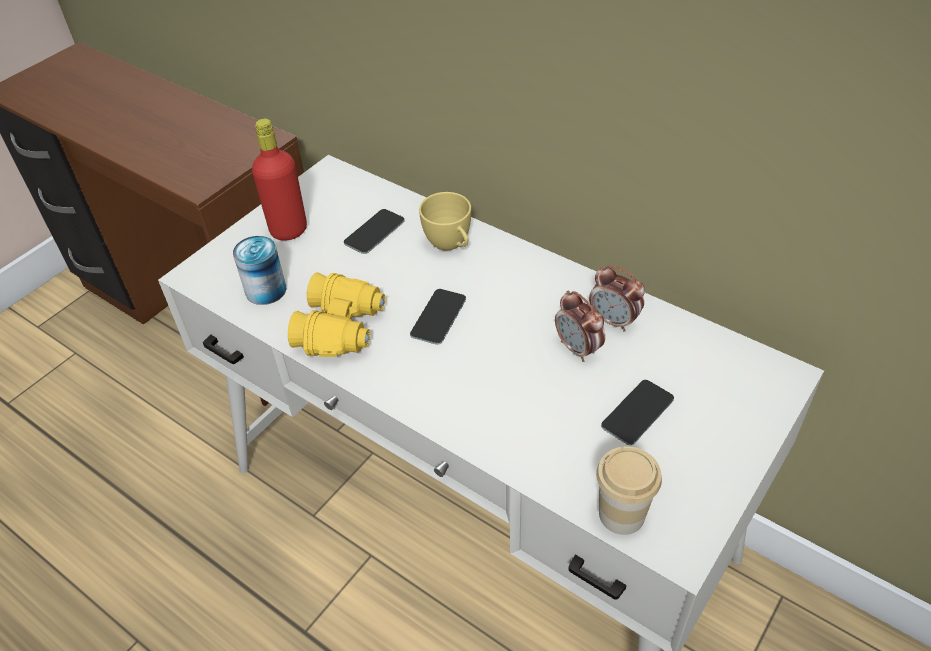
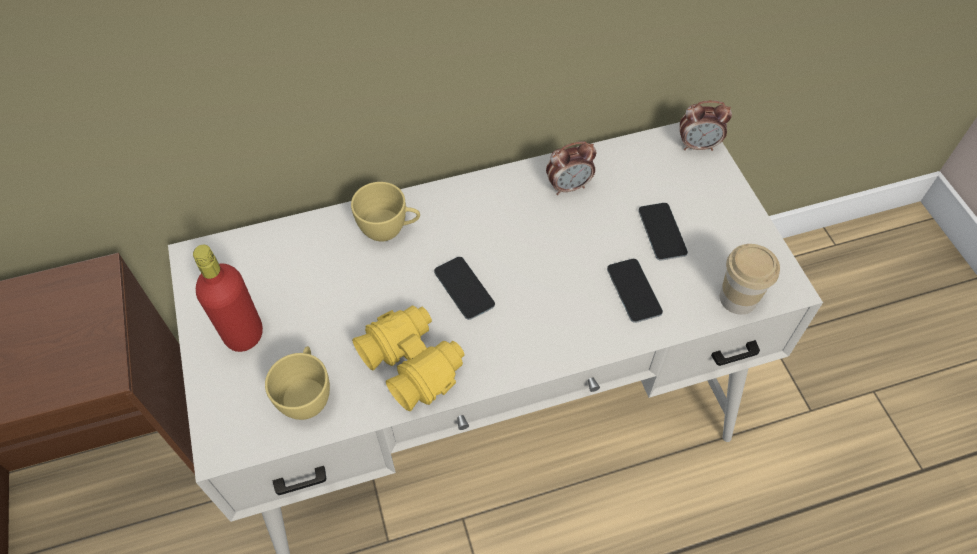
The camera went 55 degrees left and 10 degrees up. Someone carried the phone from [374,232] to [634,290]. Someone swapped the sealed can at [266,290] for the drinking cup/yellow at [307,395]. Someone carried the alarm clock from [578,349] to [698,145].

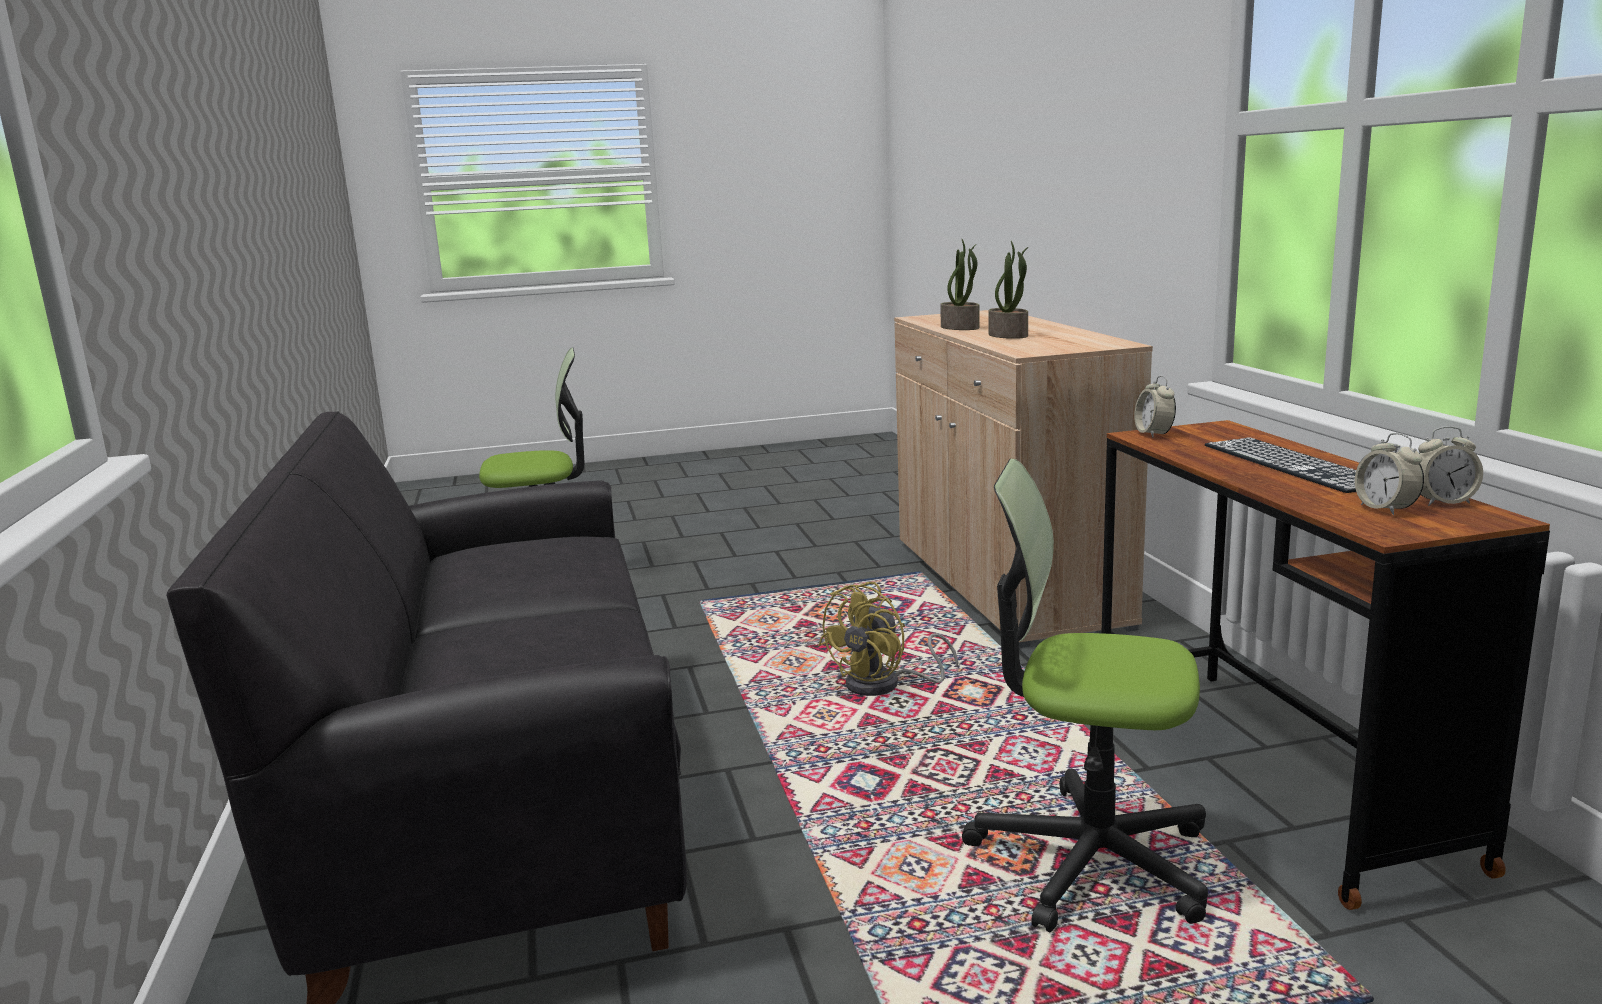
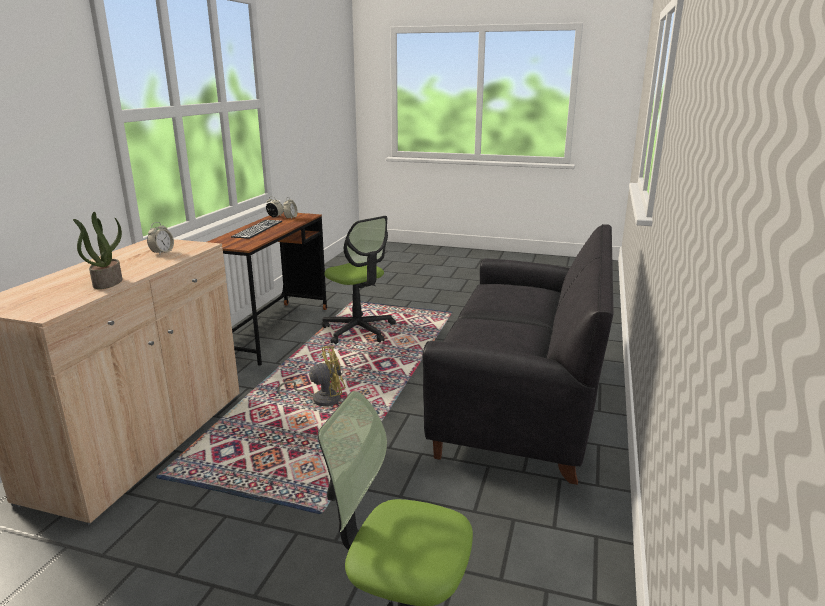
The camera went 150 degrees left and 5 degrees up. Someone took away the potted plant at [1009,335]. Someone carried the alarm clock from [1153,434] to [162,252].

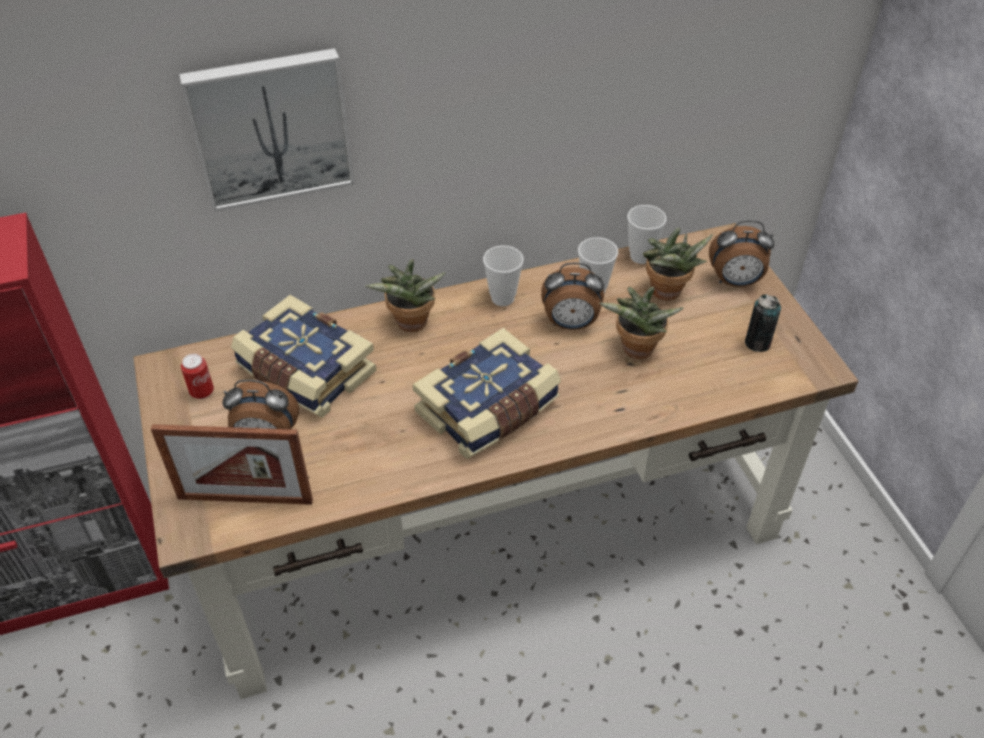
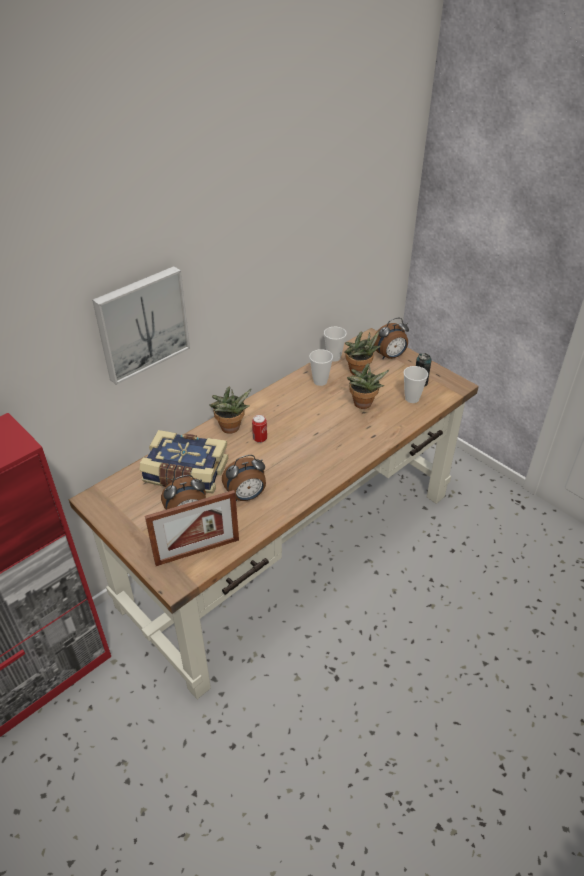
The camera went 25 degrees left and 5 degrees down. Someone carried the drinking cup from [502,298] to [412,398]. Someone carried the alarm clock from [570,324] to [246,496]. Someone took away the bound book at [489,410]. Someone carried the sealed can from [202,392] to [260,439].

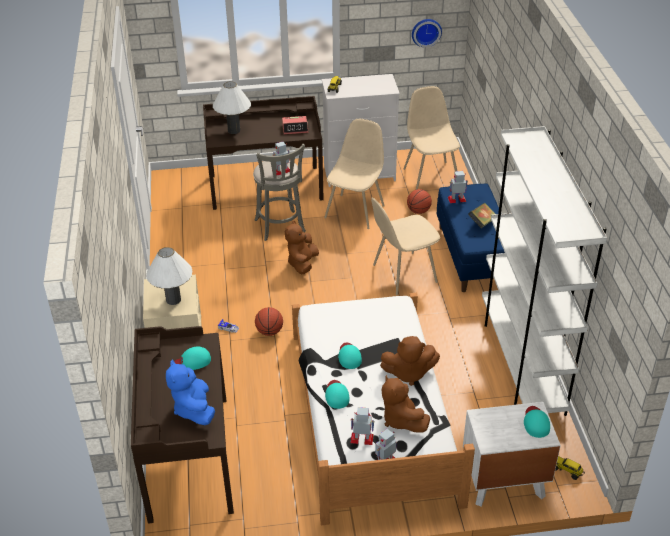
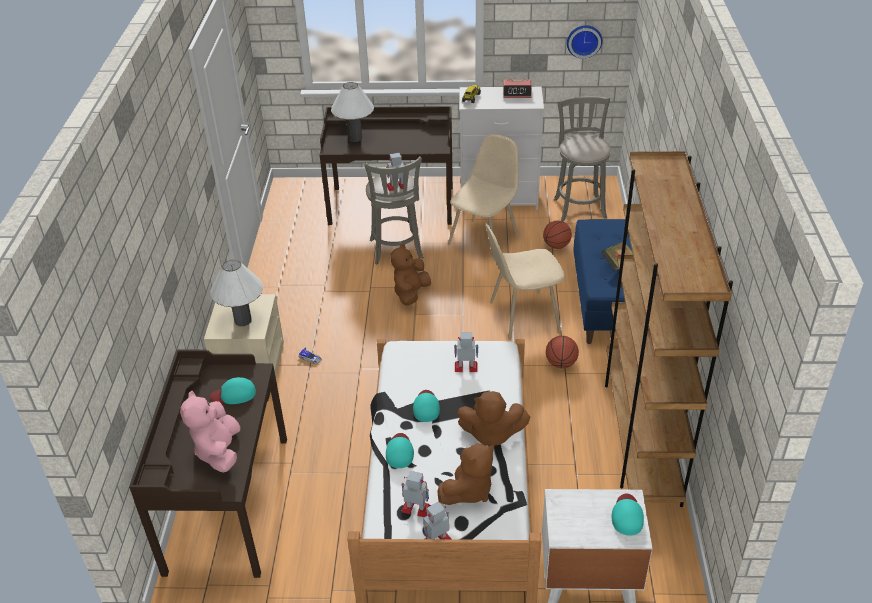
The camera went 10 degrees right and 0 degrees up. Someone swapped the upright chair/beige at [430,175] for the stool/grey at [579,206]. Someone carried the alarm clock from [295,128] to [517,93]. Someone repainted the shelving unit/white-coloured at [521,362], which became the shelving unit/brown at [640,434]. Someone carried the model robot from [457,199] to [466,367]. Someone carried the ball for basketball from [269,331] to [561,363]. Someone repainted the cuddly toy/blue-coloured at [194,409], which became the cuddly toy/pink-coloured at [219,451]. Someone rotated the cuddly toy/brown at [401,419] by 120 degrees counterclockwise. Someone took away the toy truck at [567,470].

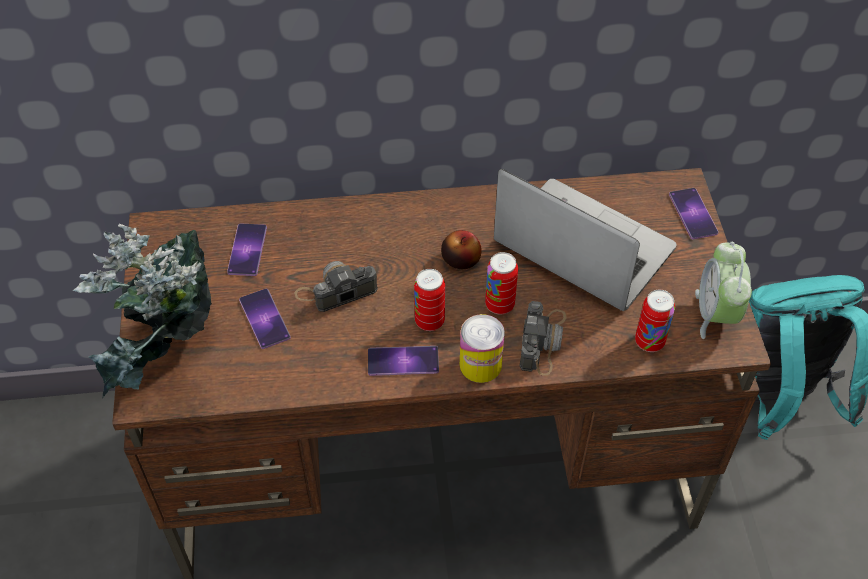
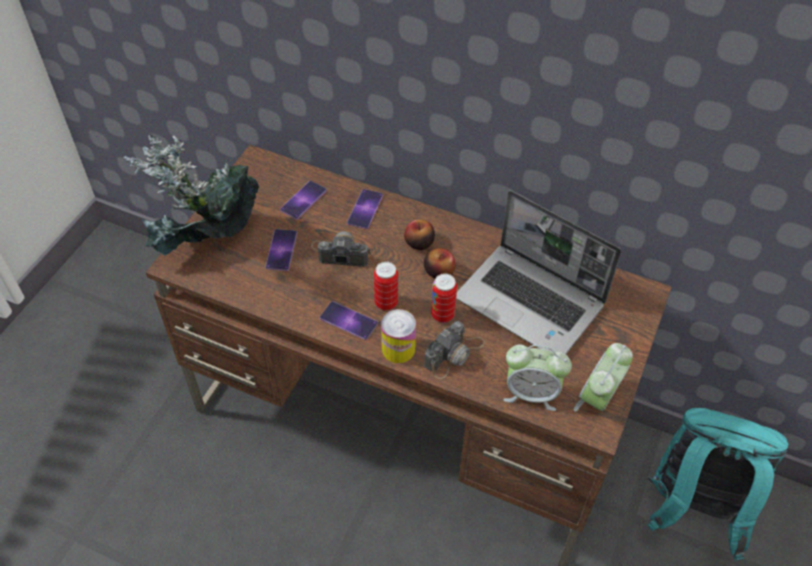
The camera went 30 degrees right and 0 degrees up. Someone rotated the portable computer at [580,247] by 150 degrees clockwise. Someone carried the phone from [693,213] to [365,209]. Someone swapped the sealed can at [649,342] for the alarm clock at [531,393]. Someone put down the whole apple at [419,242].

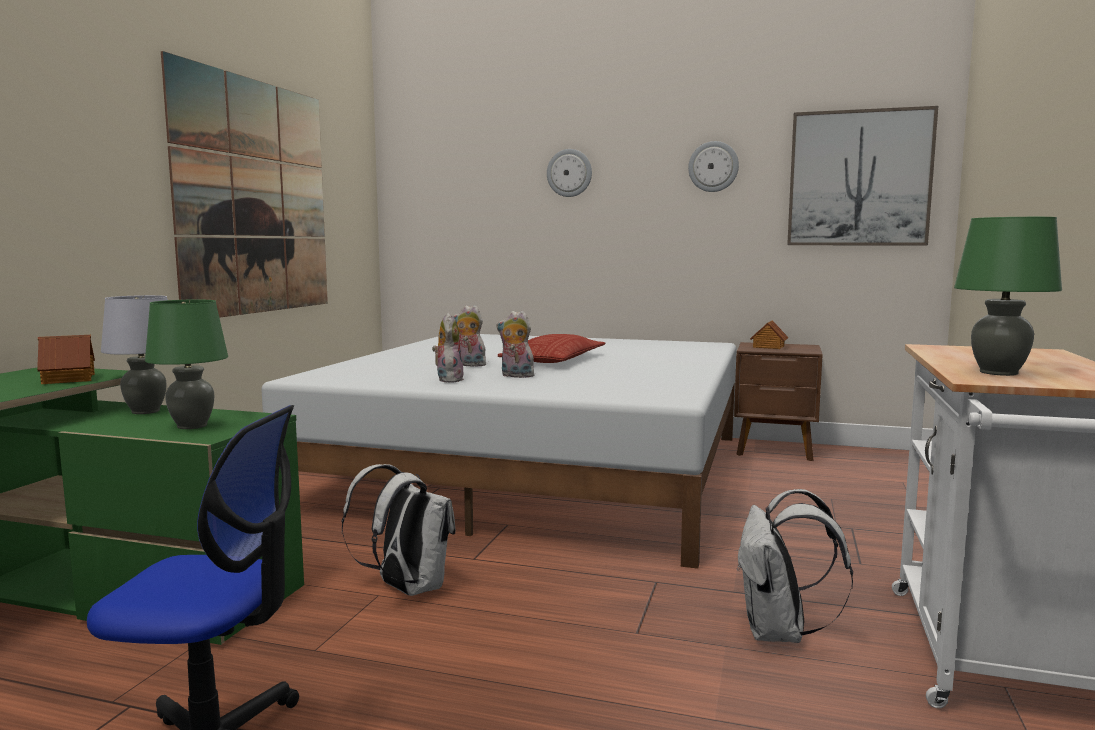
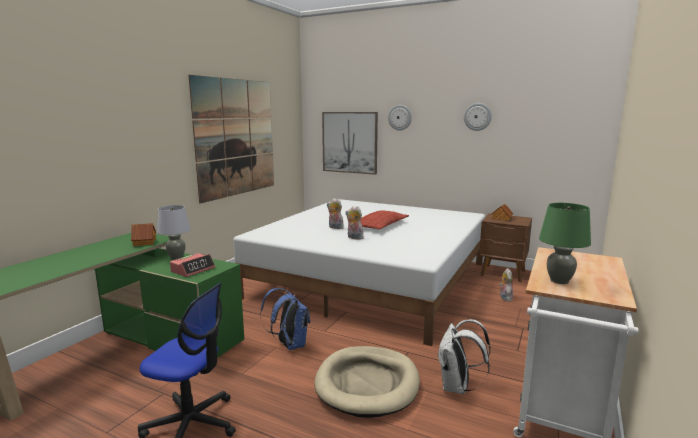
The camera went 10 degrees right and 5 degrees up. Someone carried the wall art from [859,178] to [349,142]. Someone swapped the lamp for a table/green at [191,426] for the alarm clock at [193,270]. Someone carried the cuddly toy from [448,379] to [504,298]. Someone repainted the knapsack/white-coloured at [406,588], which became the knapsack/blue-coloured at [289,345]. Someone put down the dog cushion/beige at [367,384].

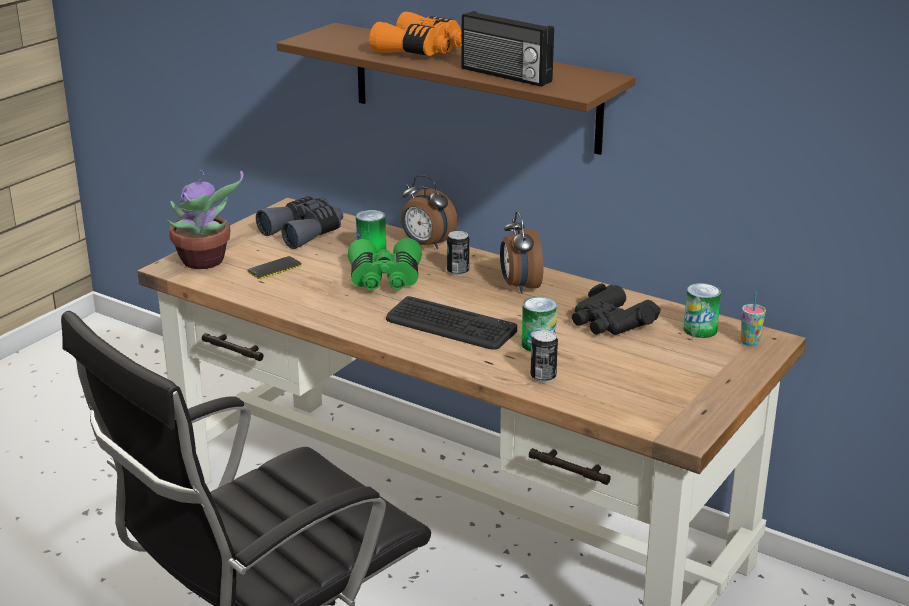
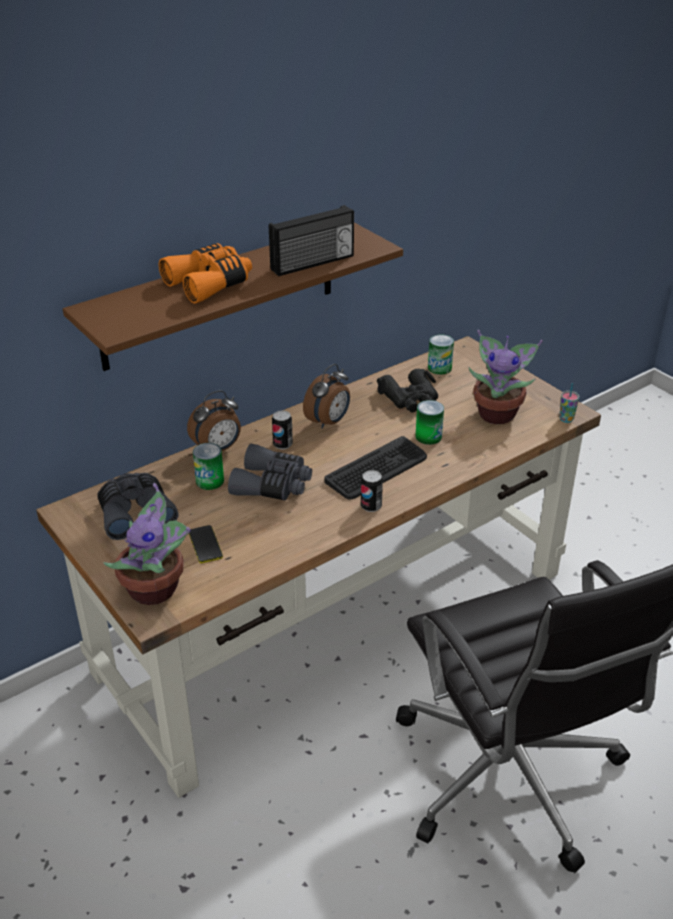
The camera went 70 degrees left and 10 degrees up. Someone rotated the alarm clock at [519,286] by 60 degrees counterclockwise. Someone repainted the binoculars/green at [384,279], which became the binoculars/grey at [272,485]. Someone carried the drinking cup from [749,342] to [566,419]. Someone carried the sealed can from [543,377] to [371,506]. Someone put down the potted plant at [498,413].

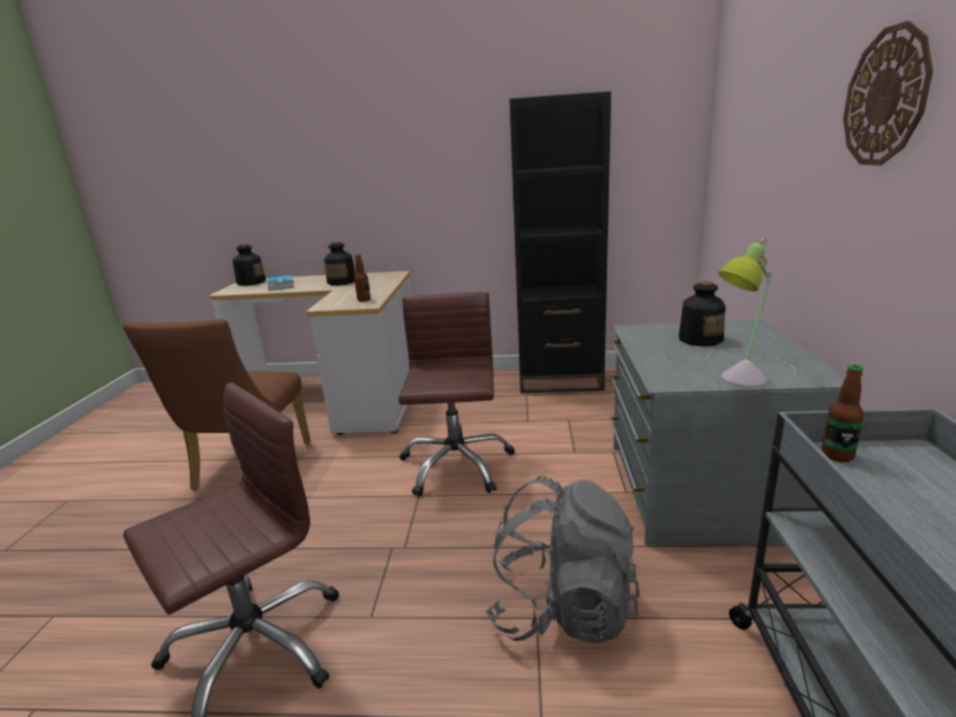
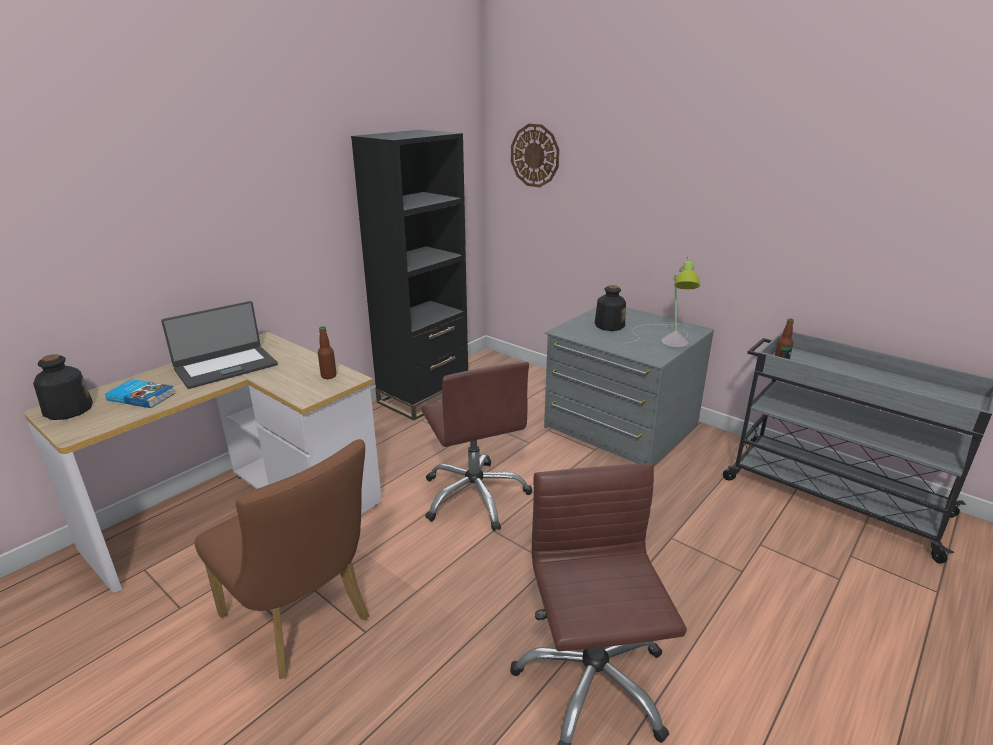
The camera went 55 degrees left and 5 degrees up. Someone carried the wall clock from [886,97] to [535,155]. Someone swapped the drink bottle at [342,282] for the portable computer at [226,367]. Someone rotated the computer chair/brown at [455,465] by 150 degrees counterclockwise. Someone took away the knapsack/grey at [562,609].

